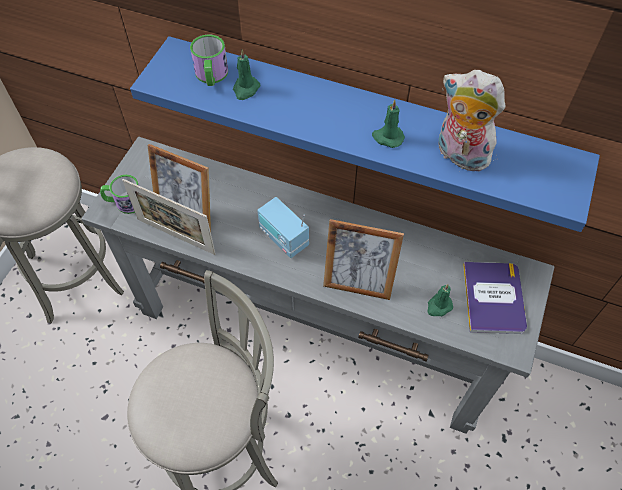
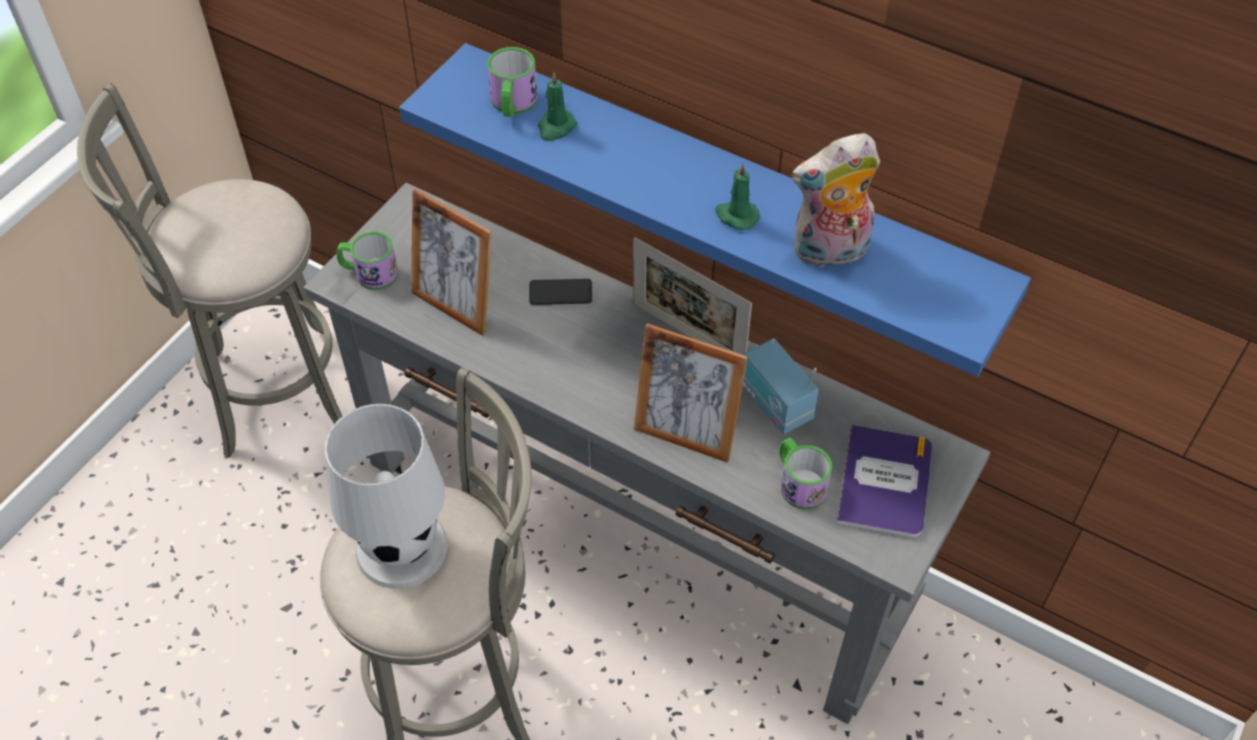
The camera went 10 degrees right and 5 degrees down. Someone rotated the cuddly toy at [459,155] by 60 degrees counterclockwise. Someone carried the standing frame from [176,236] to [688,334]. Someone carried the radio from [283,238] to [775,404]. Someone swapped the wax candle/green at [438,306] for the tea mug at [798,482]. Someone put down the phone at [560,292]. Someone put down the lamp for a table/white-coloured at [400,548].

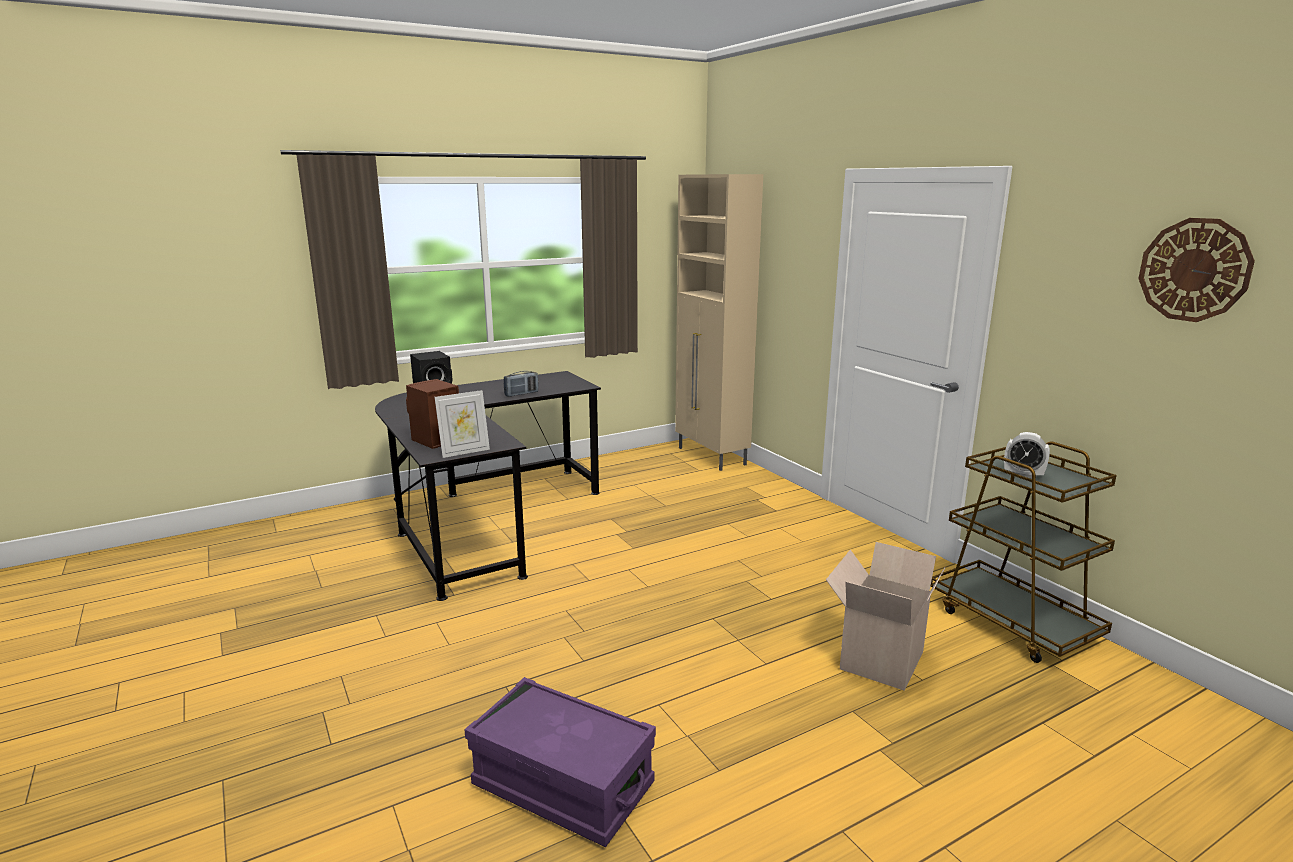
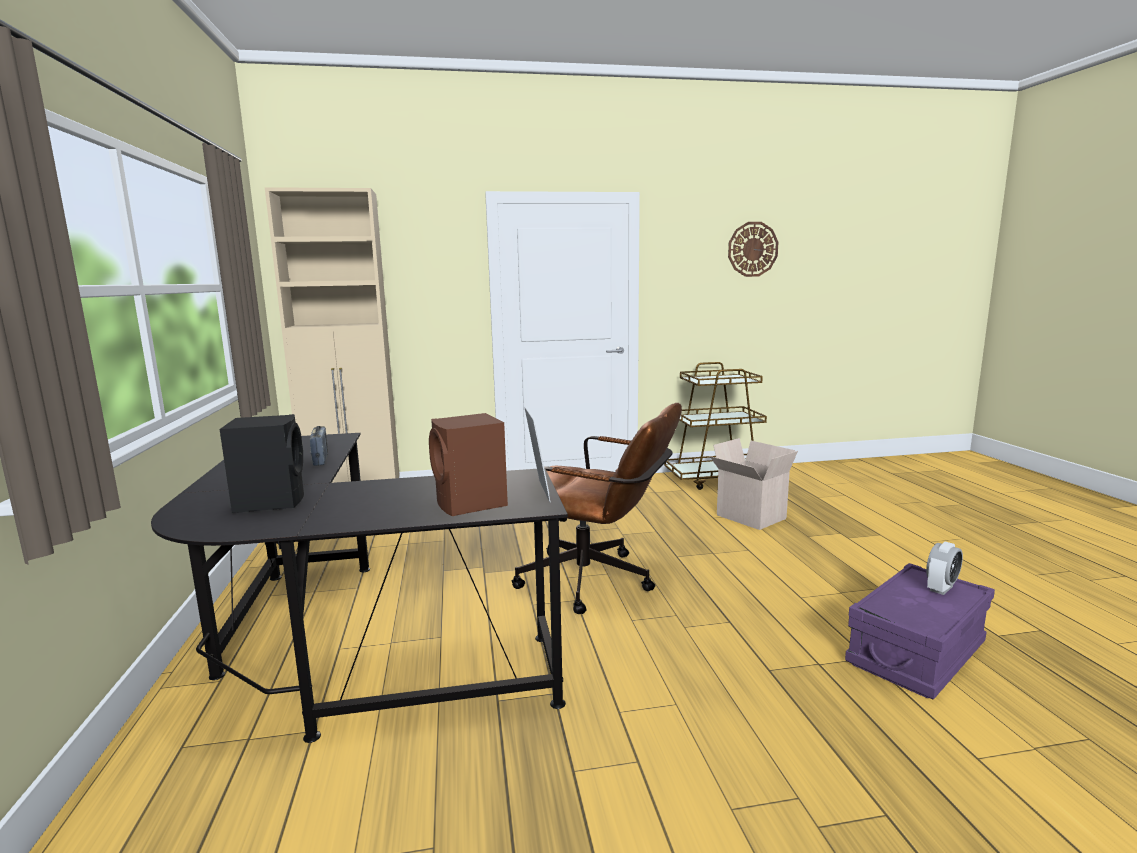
The camera went 70 degrees left and 5 degrees down. Someone carried the alarm clock from [1023,475] to [941,588]. Someone put down the computer chair/brown at [596,582].

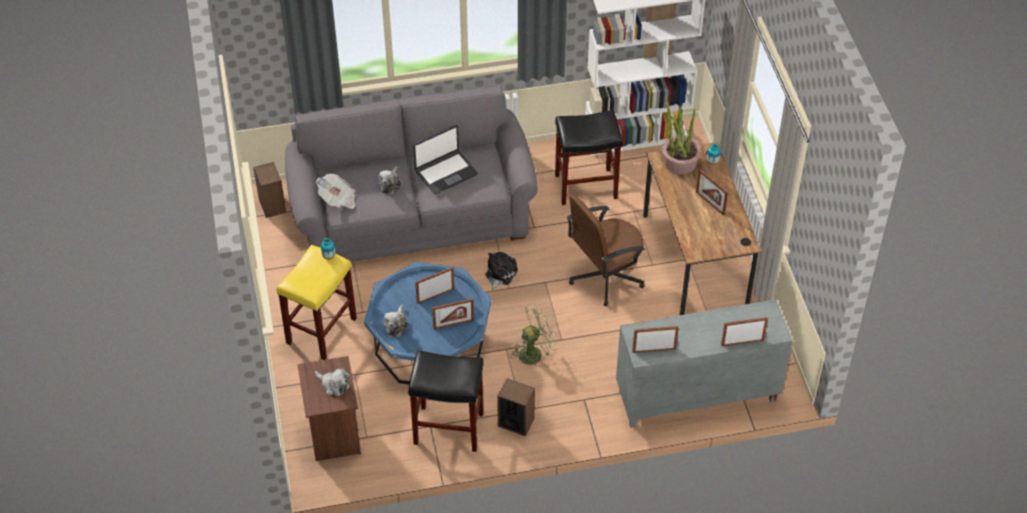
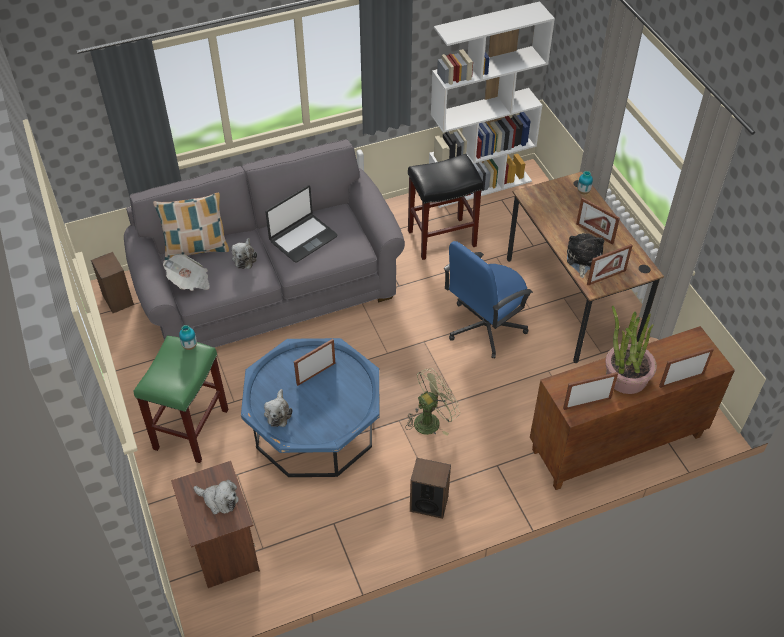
The camera went 10 degrees left and 0 degrees up. Someone carried the potted plant from [680,162] to [626,377]. Someone repainted the computer chair/brown at [605,277], which became the computer chair/blue-coloured at [484,327]. Someone repainted the stool/yellow at [321,330], which became the stool/green at [191,428]. Someone carried the cuddly toy from [500,274] to [582,259]. Someone carried the standing frame from [453,324] to [606,277]. Someone repainted the cabinet/grey at [696,397], which became the cabinet/brown at [616,444]. Someone took away the stool/black-coloured at [447,429]. Someone put down the pillow at [196,249].

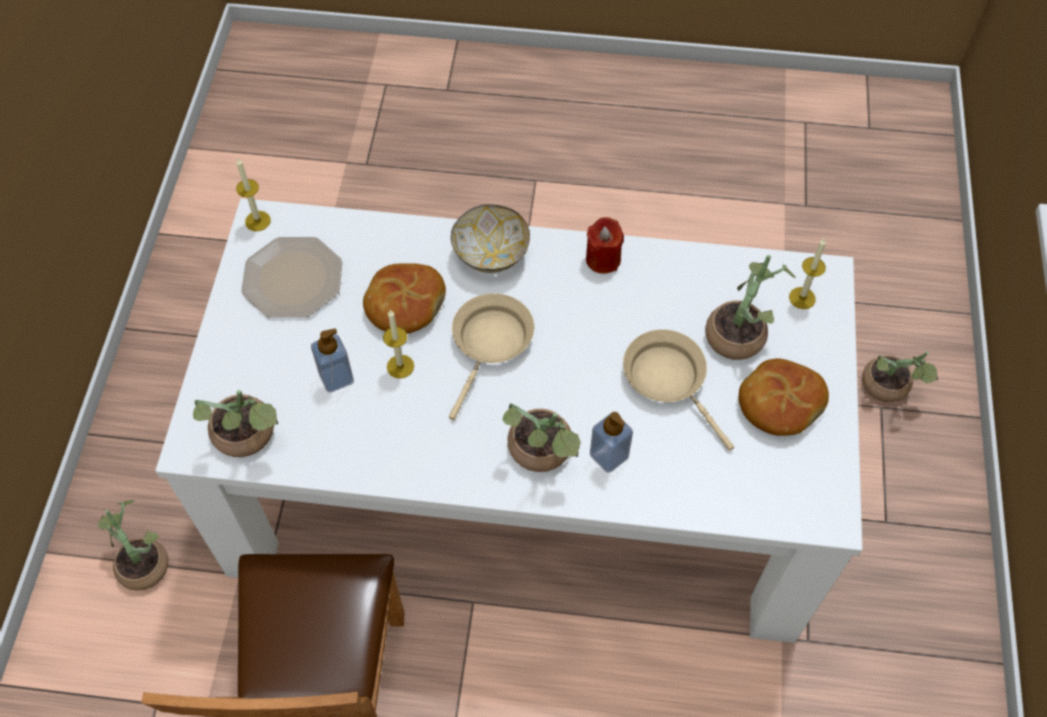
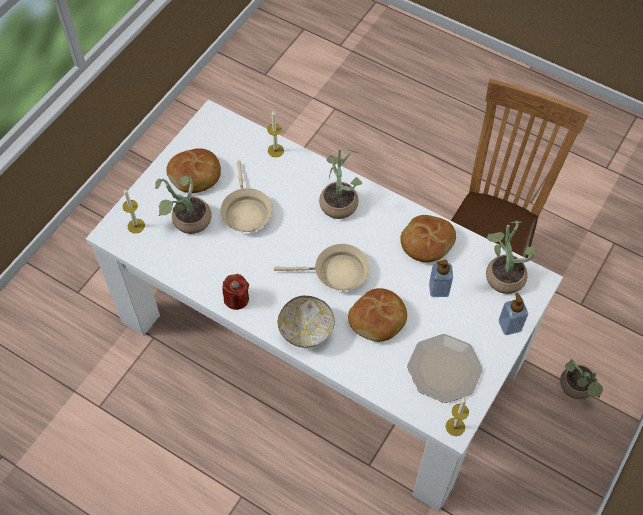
The camera went 155 degrees left and 0 degrees up. Someone rotated the pan/beige at [490,343] by 135 degrees counterclockwise. Someone carried the wax candle from [400,366] to [275,150]. Someone took away the potted plant at [889,388]. Someone carried the liquid soap bottle from [609,456] to [509,325]. Someone put down the baked bread at [426,243].

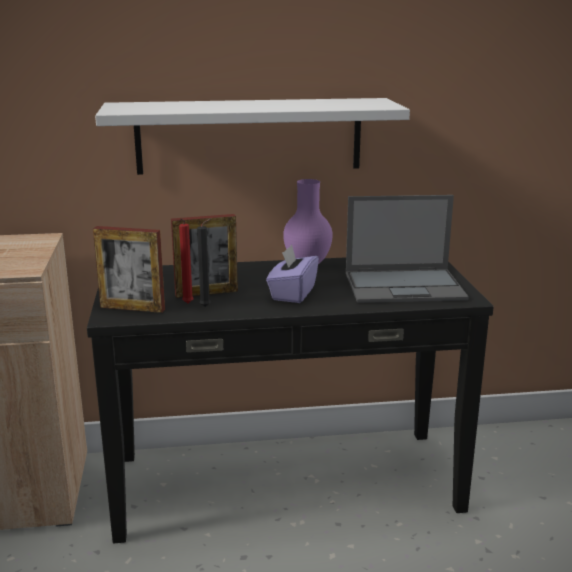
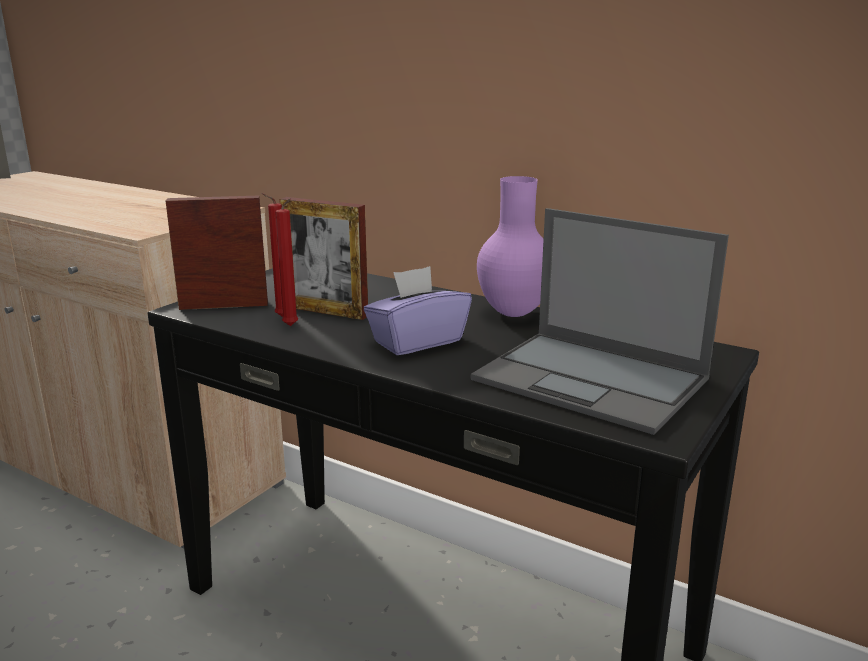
The camera went 40 degrees right and 0 degrees up. Someone took away the wall shelf/white-coloured at [249,136]. Someone repainted the wax candle/black-coloured at [207,307], which became the wax candle/red-coloured at [292,326]. Someone rotated the standing frame at [132,308] by 120 degrees clockwise.

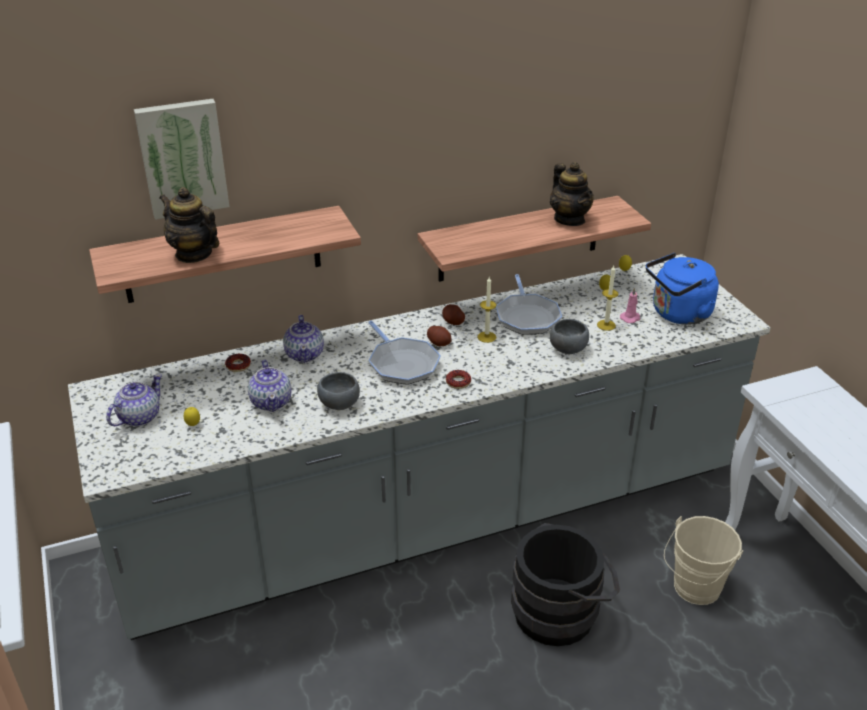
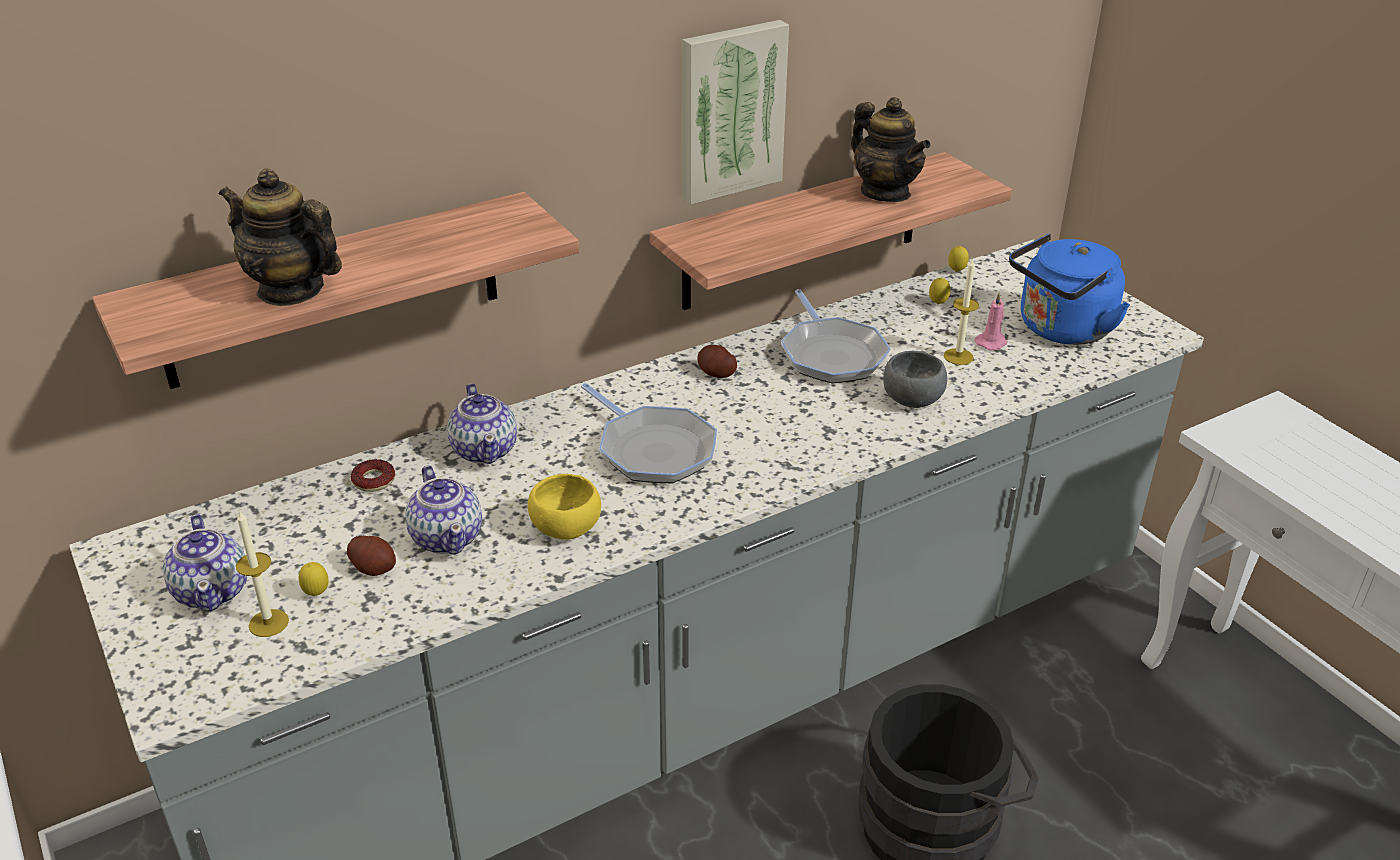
The camera went 10 degrees left and 0 degrees up. Someone carried the wall art from [182,158] to [730,110]. Someone carried the wax candle from [486,337] to [268,623]. Someone carried the potato from [439,343] to [374,568]. Someone took away the ring doughnut at [458,382]. Someone repainted the bowl/grey at [339,404], which became the bowl/yellow at [566,530]. Someone rotated the pot for tea at [138,417] by 135 degrees clockwise. Someone took away the pail/beige at [694,590].

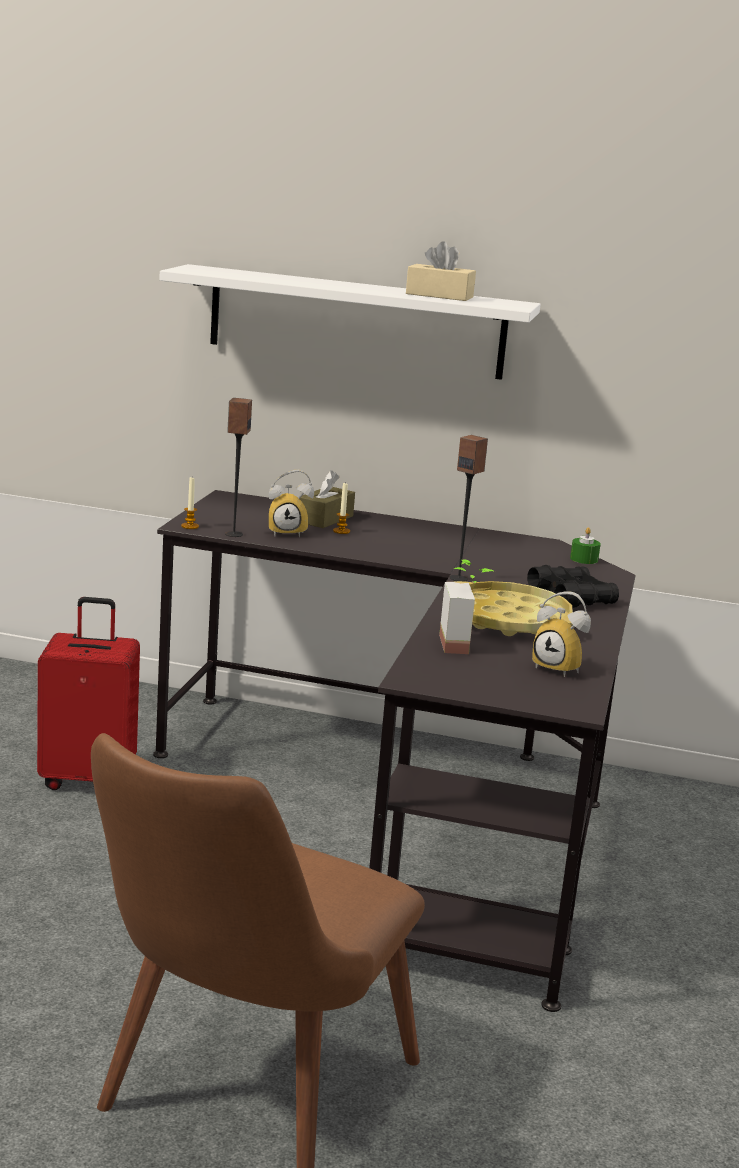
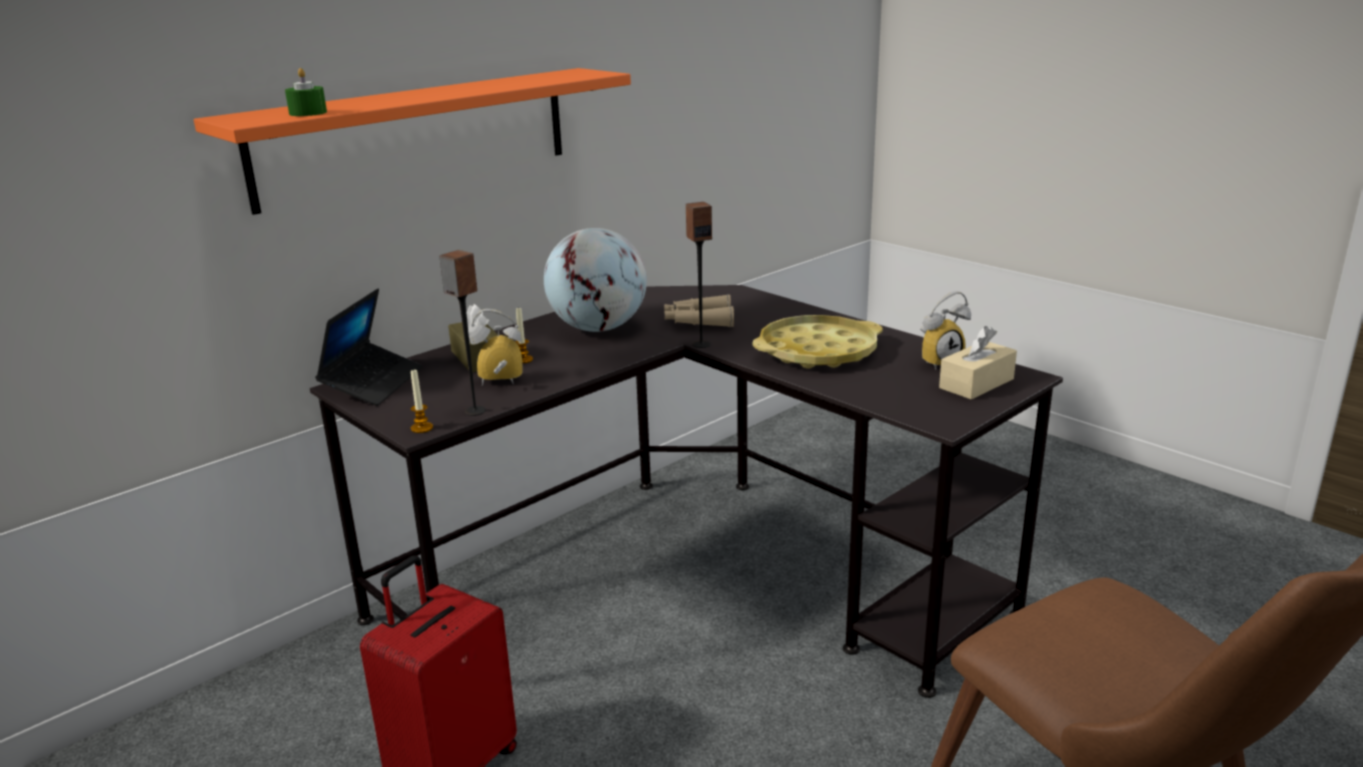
The camera went 55 degrees left and 5 degrees up. Someone carried the tissue box/beige from [439,296] to [976,383]. Someone repainted the wall shelf/white-coloured at [356,322], which became the wall shelf/orangey at [416,136]. Someone rotated the alarm clock at [288,532] by 120 degrees counterclockwise. Someone carried the wax candle/green from [584,559] to [308,113]. Someone took away the potted plant at [464,645]. Someone took away the binoculars/black-coloured at [571,597]. Someone put down the desk globe at [598,328]. Someone put down the portable computer at [373,383]. Someone put down the binoculars/beige at [698,321].

